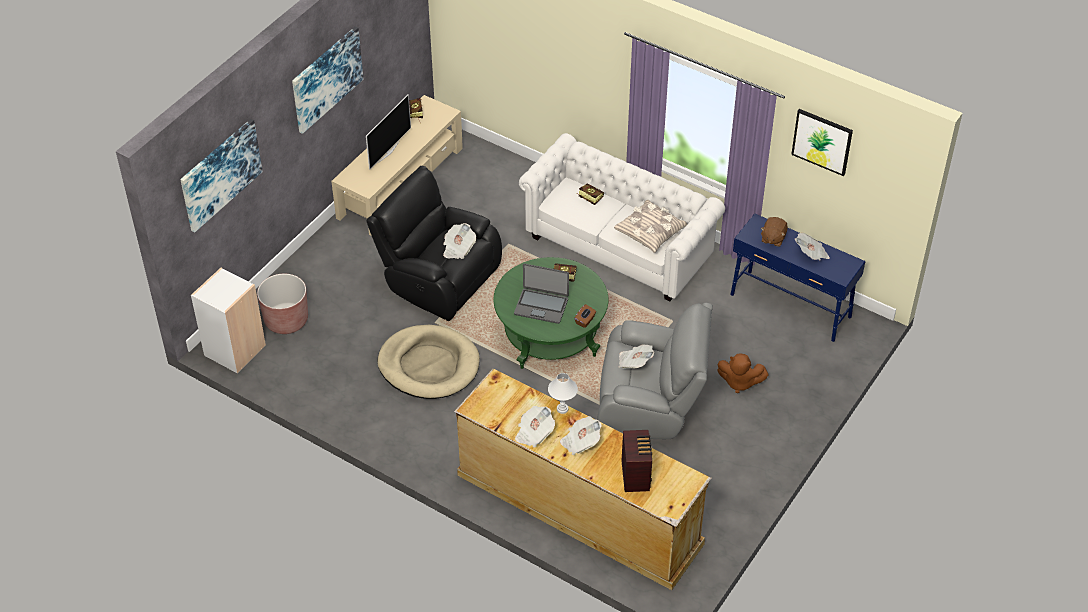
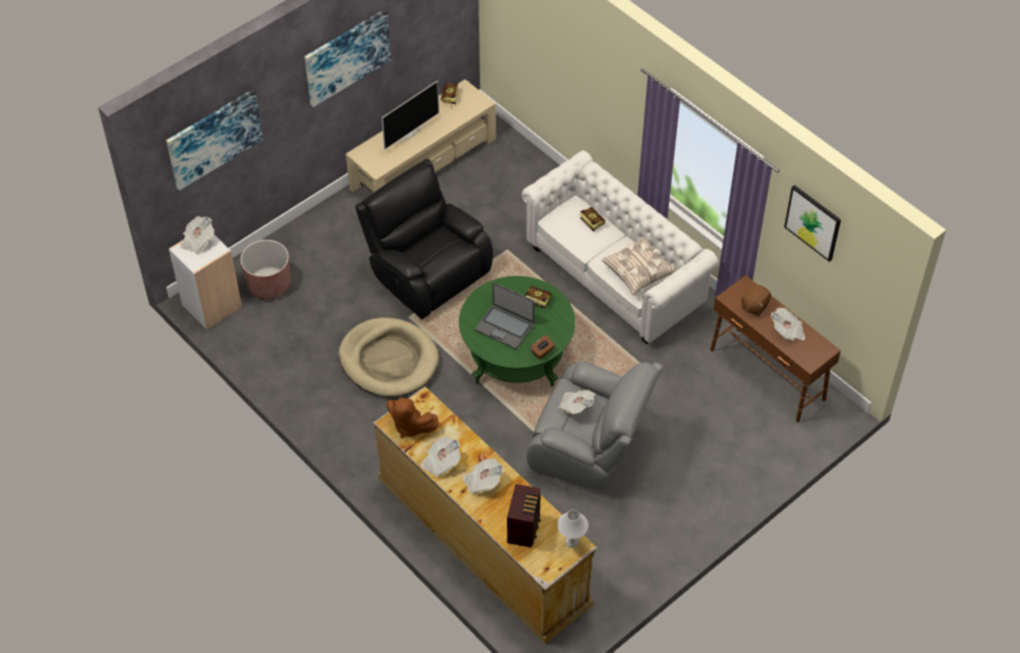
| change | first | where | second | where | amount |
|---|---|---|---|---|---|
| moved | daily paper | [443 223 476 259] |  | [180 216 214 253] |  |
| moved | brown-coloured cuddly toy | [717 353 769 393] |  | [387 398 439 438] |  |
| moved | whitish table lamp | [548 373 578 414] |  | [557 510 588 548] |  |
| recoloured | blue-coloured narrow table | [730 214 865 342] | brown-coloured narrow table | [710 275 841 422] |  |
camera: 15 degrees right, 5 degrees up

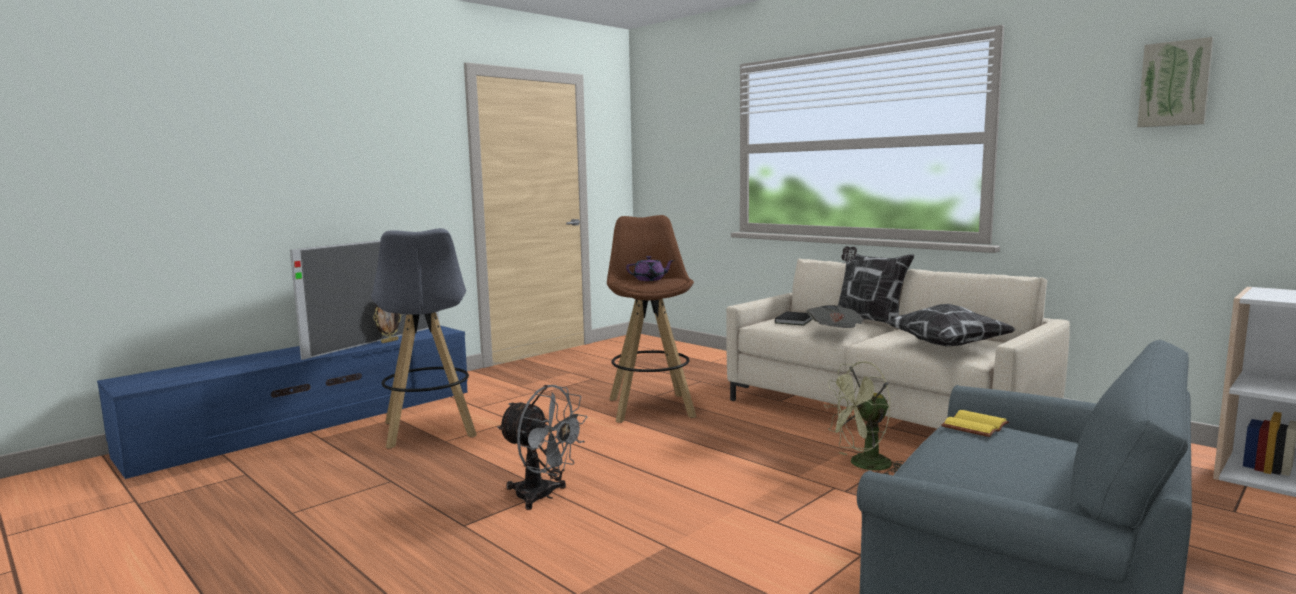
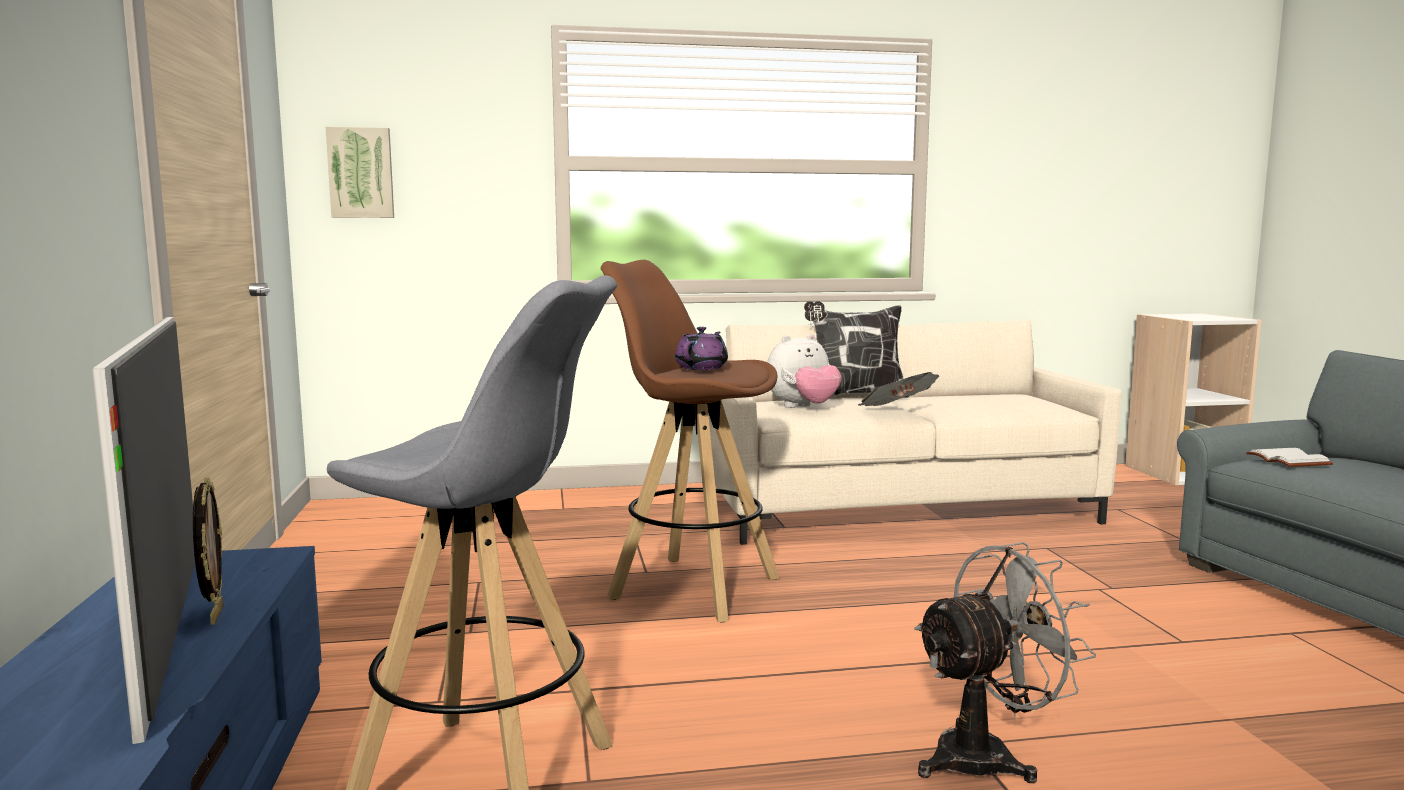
| change | first | where | second | where | amount |
|---|---|---|---|---|---|
| moved | picture | [1137 37 1214 127] |  | [326 127 394 218] |  |
| replaced | black-coloured volume | [775 311 813 326] | cuddly toy | [767 334 842 408] |  |
| recoloured | yellowish volume | [941 410 1009 437] | whitish volume | [1246 448 1334 467] |  |
| removed | green cooling fan | [824 361 904 475] |  |  |  |
| removed | cushion | [885 304 1016 346] |  |  |  |
camera: 55 degrees left, 0 degrees up

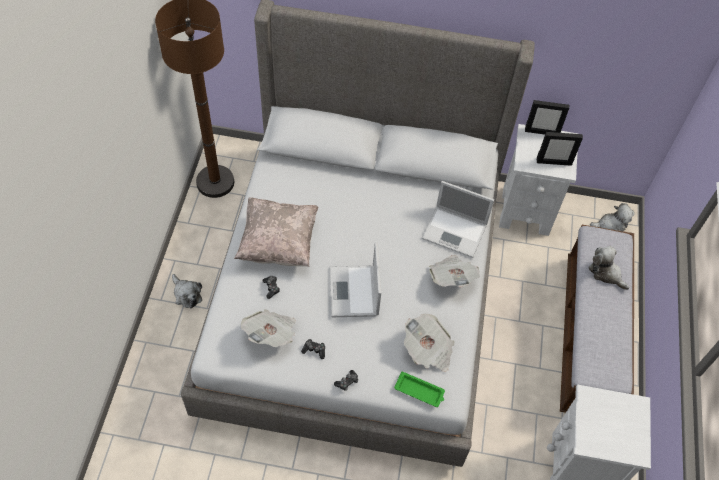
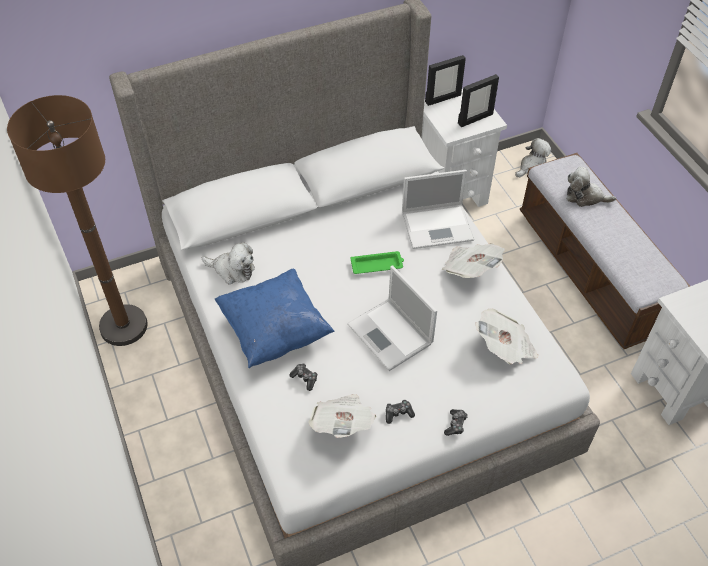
| change | first | where | second | where | amount |
|---|---|---|---|---|---|
| moved | cuddly toy | [172 274 202 308] |  | [202 242 255 285] |  |
| recoloured | sand-coloured cushion | [234 197 318 267] | blue-coloured cushion | [215 269 335 368] |  |
| moved | green carrying tray | [394 371 445 407] |  | [350 251 404 274] |  |
camera: 30 degrees left, 5 degrees down

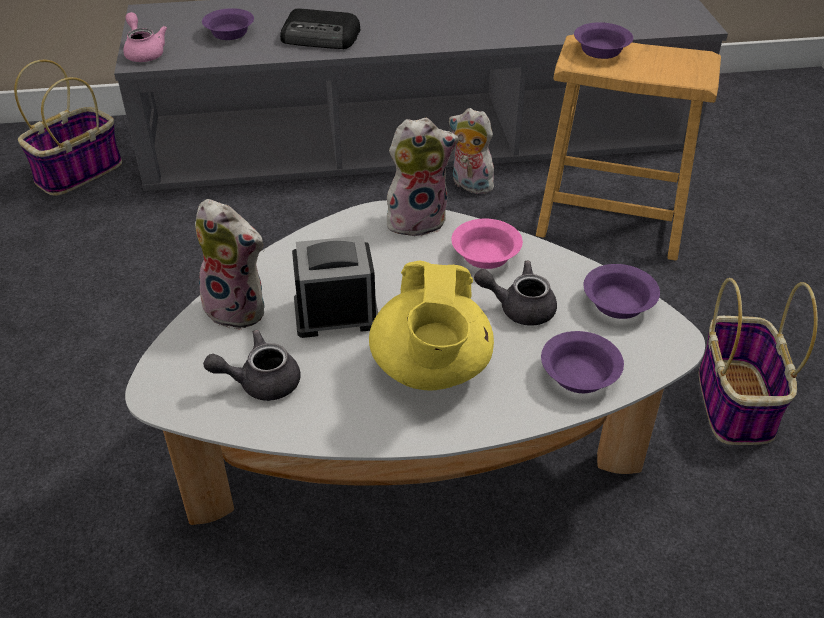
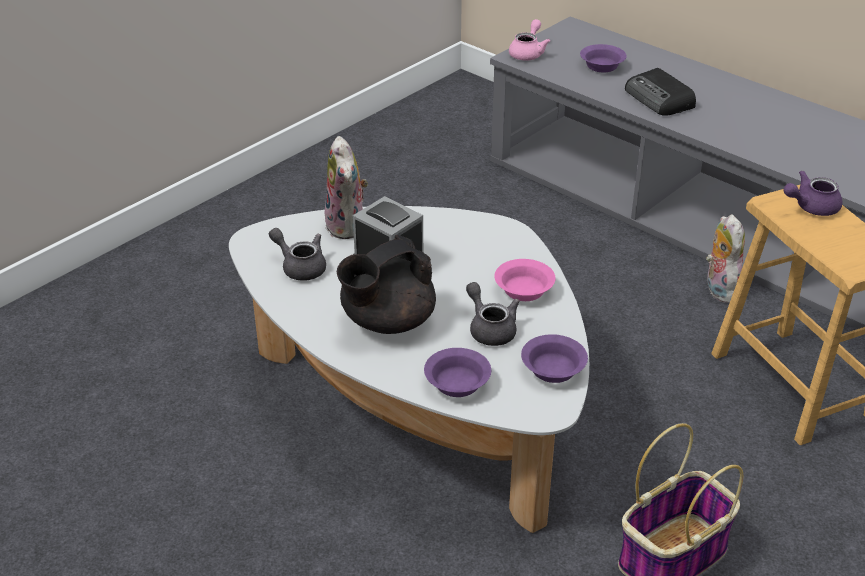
| change | first | where | second | where | amount |
|---|---|---|---|---|---|
| recoloured | yellowish teapot | [369 260 494 391] | black-coloured teapot | [337 235 436 334] |  |
| replaced | purple-coloured deep dish | [574 22 633 59] | purple-coloured teapot | [783 171 842 216] |  |
| removed | household basket | [14 60 122 196] |  |  |  |
| removed | cuddly toy | [386 118 459 236] |  |  |  |
camera: 50 degrees right, 5 degrees down

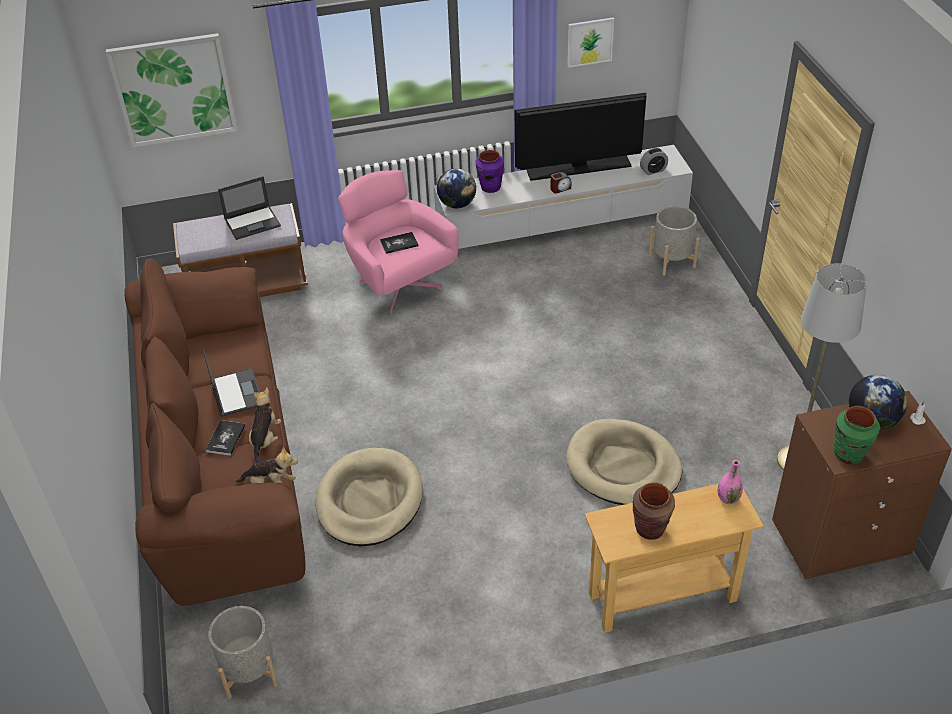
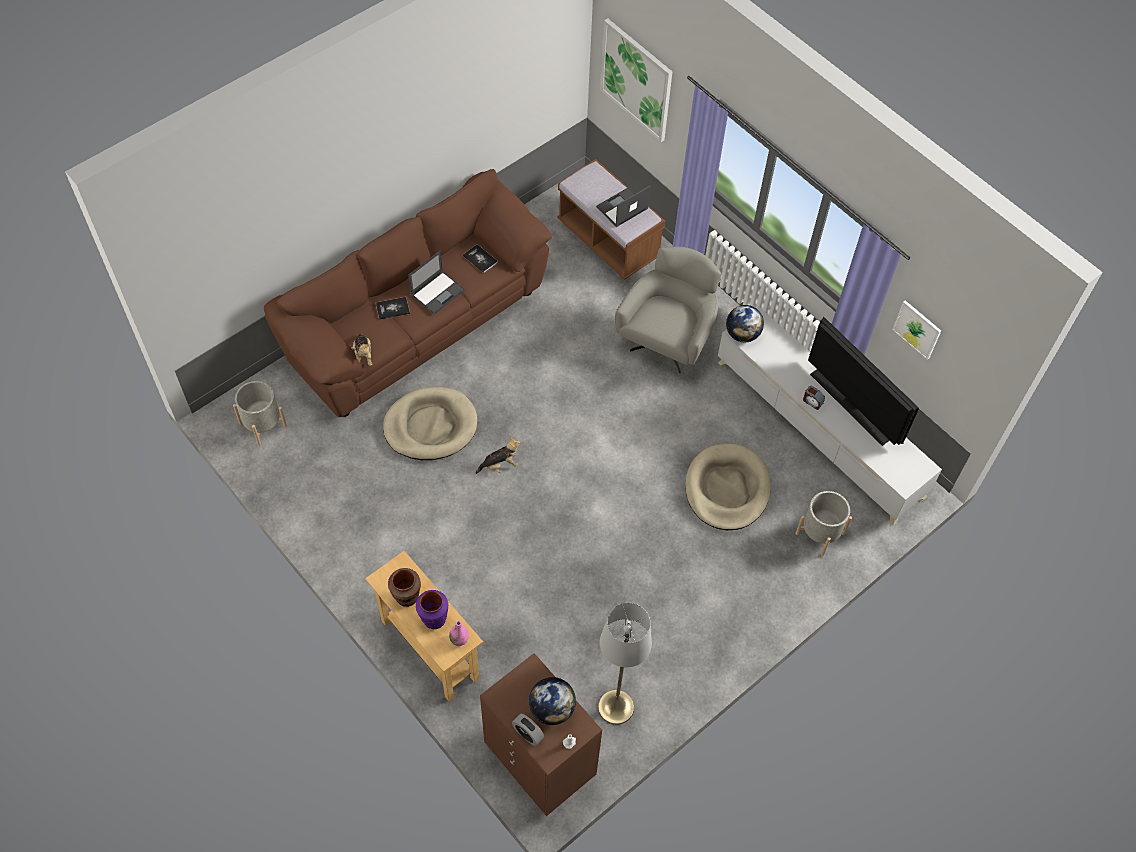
| change | first | where | second | where | amount |
|---|---|---|---|---|---|
| moved | purple-coloured decorative vase | [475 150 504 193] |  | [416 590 449 629] |  |
| moved | volume | [380 232 419 254] |  | [463 244 498 273] |  |
| moved | cuddly toy | [249 388 281 463] |  | [475 437 520 474] |  |
| moved | table clock | [640 148 668 175] |  | [512 714 544 746] |  |
| turned | portable computer | [218 176 281 240] |  | [596 186 650 227] | 105 degrees clockwise |
| recoloured | pink lounge chair | [338 170 459 313] | greyish lounge chair | [615 247 721 373] |  |
| moved | sand-coloured dog bed | [566 419 683 505] |  | [685 443 771 530] |  |
| removed | green decorative vase | [834 406 880 464] |  |  |  |
camera: 60 degrees right, 15 degrees up

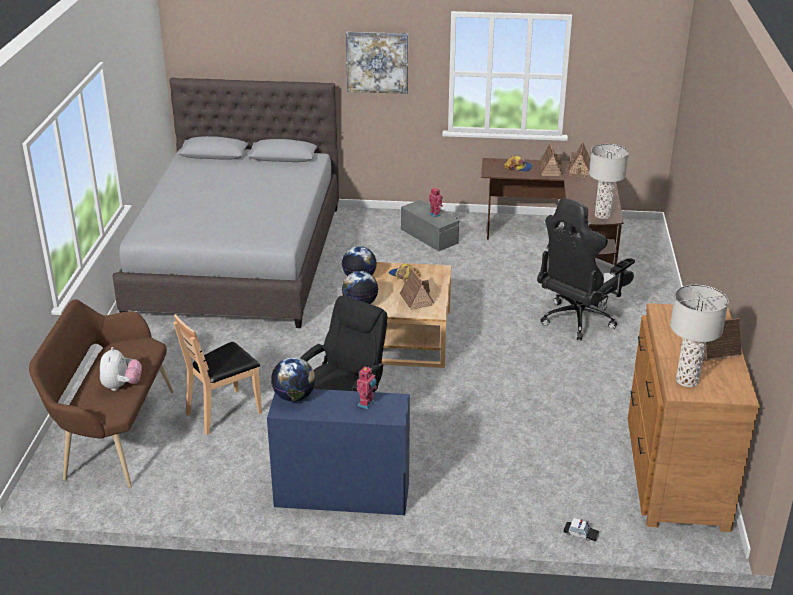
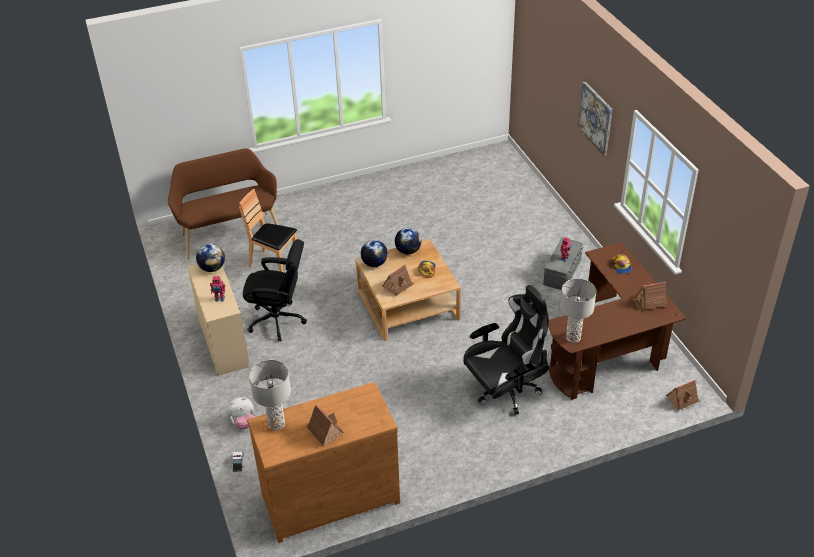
| change | first | where | second | where | amount |
|---|---|---|---|---|---|
| recoloured | blue-coloured desk table | [267 389 410 515] | sand-coloured desk table | [187 264 249 376] |  |
| moved | cuddly toy | [100 347 142 391] |  | [226 397 255 429] |  |
| turned | black-coloured computer chair | [537 198 635 340] |  | [463 285 549 415] | 135 degrees clockwise |
| moved | toy house | [538 143 563 176] |  | [666 380 701 411] |  |
| removed | greyish bedroom bed | [113 78 339 328] |  |  |  |
camera: 65 degrees right, 10 degrees up

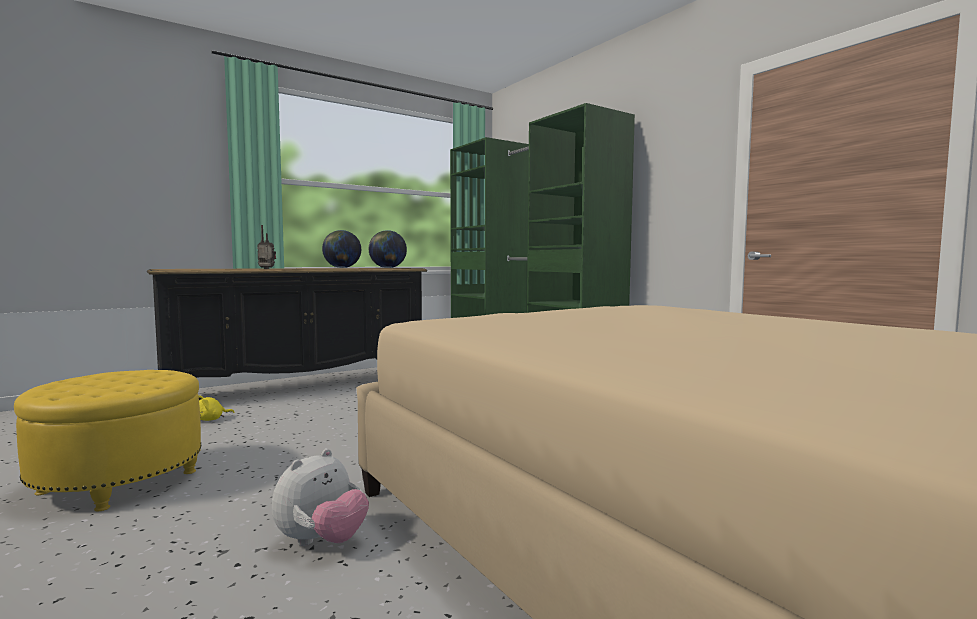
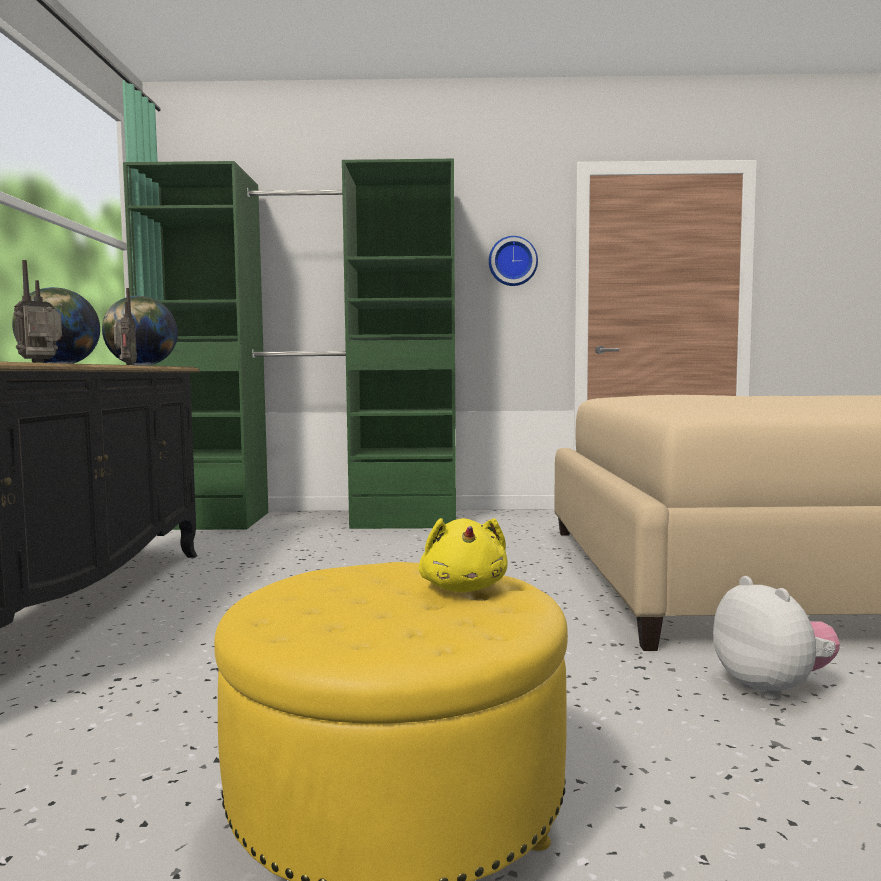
| change | first | where | second | where | amount |
|---|---|---|---|---|---|
| added |  |  | radio | [113 288 137 365] |  |
| moved | yellowish cuddly toy | [198 395 234 421] |  | [419 518 507 592] |  |
| added |  |  | wall clock | [489 236 538 286] |  |
camera: 55 degrees left, 0 degrees up

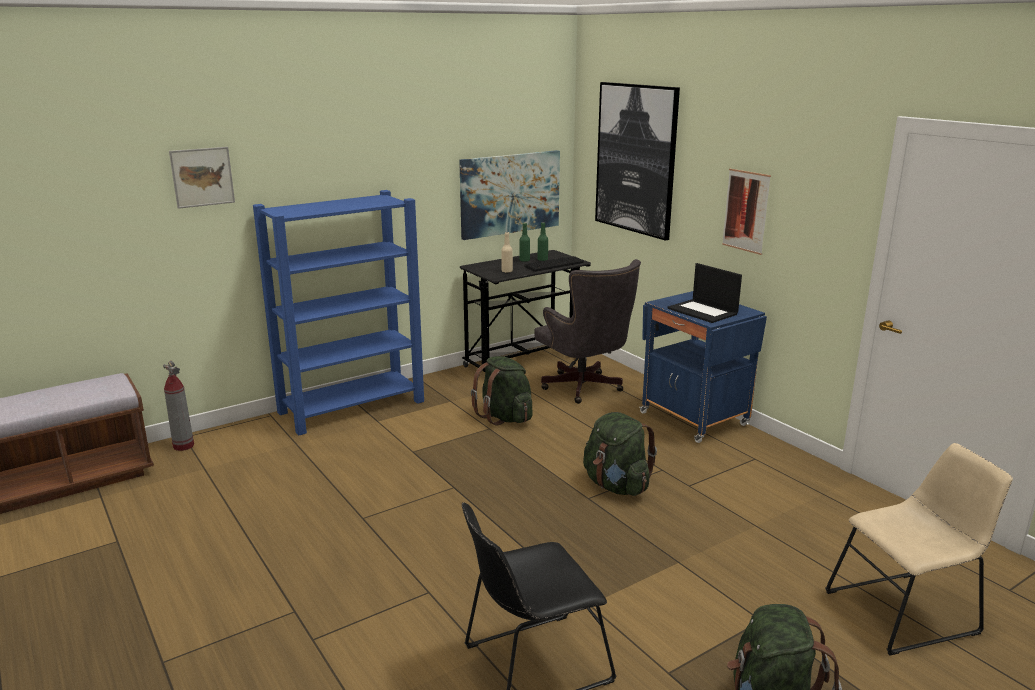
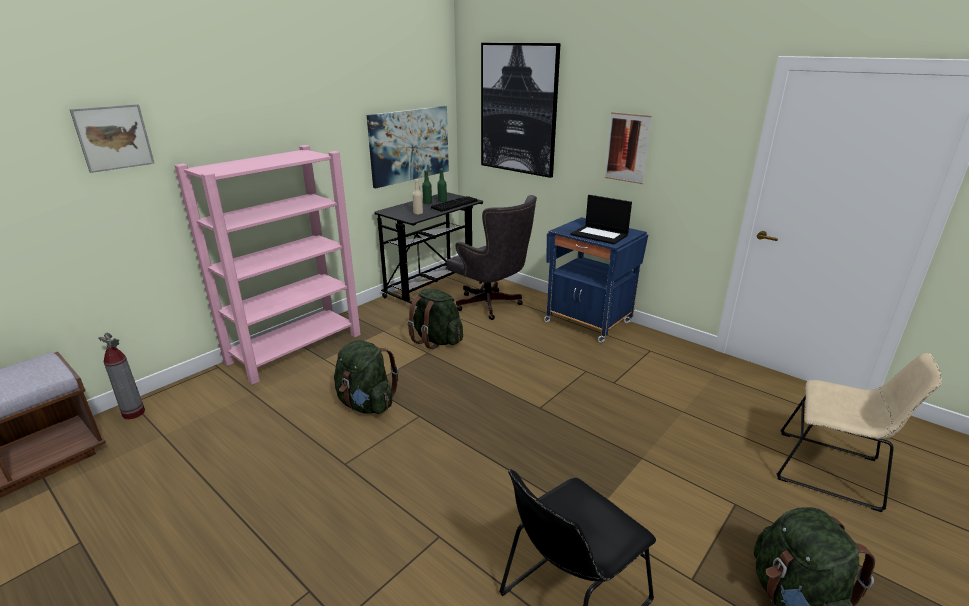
| change | first | where | second | where | amount |
|---|---|---|---|---|---|
| recoloured | blue-coloured bookcase | [253 190 424 435] | pink bookcase | [175 145 361 384] |  |
| moved | green backpack | [583 412 657 496] |  | [334 340 399 414] |  |
| turned | sand-coloured plain chair | [825 443 1013 656] |  | [777 353 942 512] | 60 degrees clockwise |
camera: 15 degrees left, 5 degrees up

